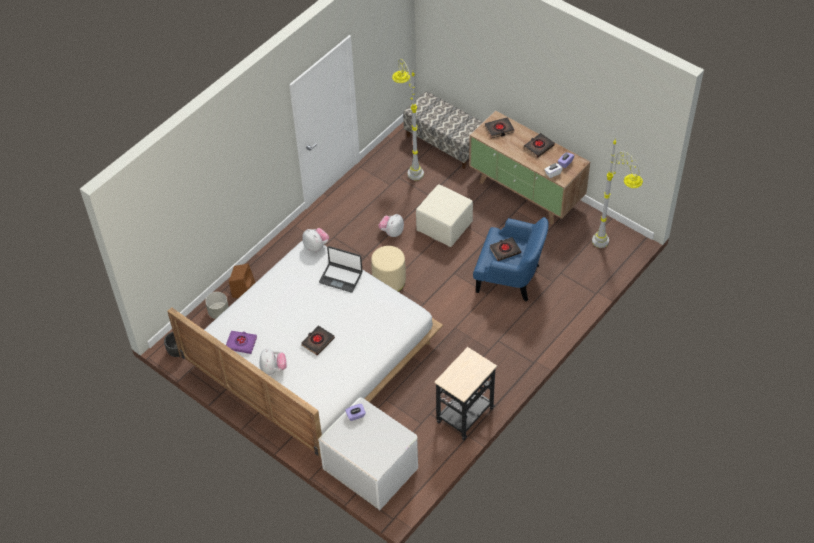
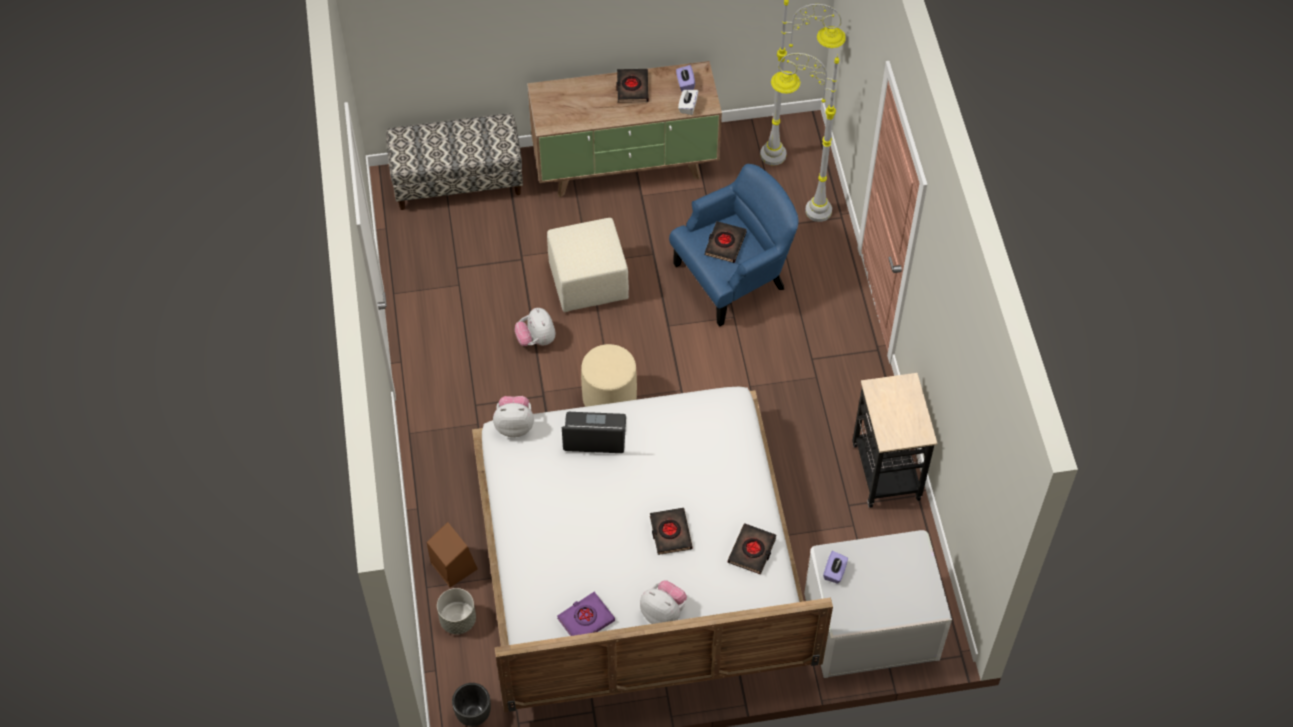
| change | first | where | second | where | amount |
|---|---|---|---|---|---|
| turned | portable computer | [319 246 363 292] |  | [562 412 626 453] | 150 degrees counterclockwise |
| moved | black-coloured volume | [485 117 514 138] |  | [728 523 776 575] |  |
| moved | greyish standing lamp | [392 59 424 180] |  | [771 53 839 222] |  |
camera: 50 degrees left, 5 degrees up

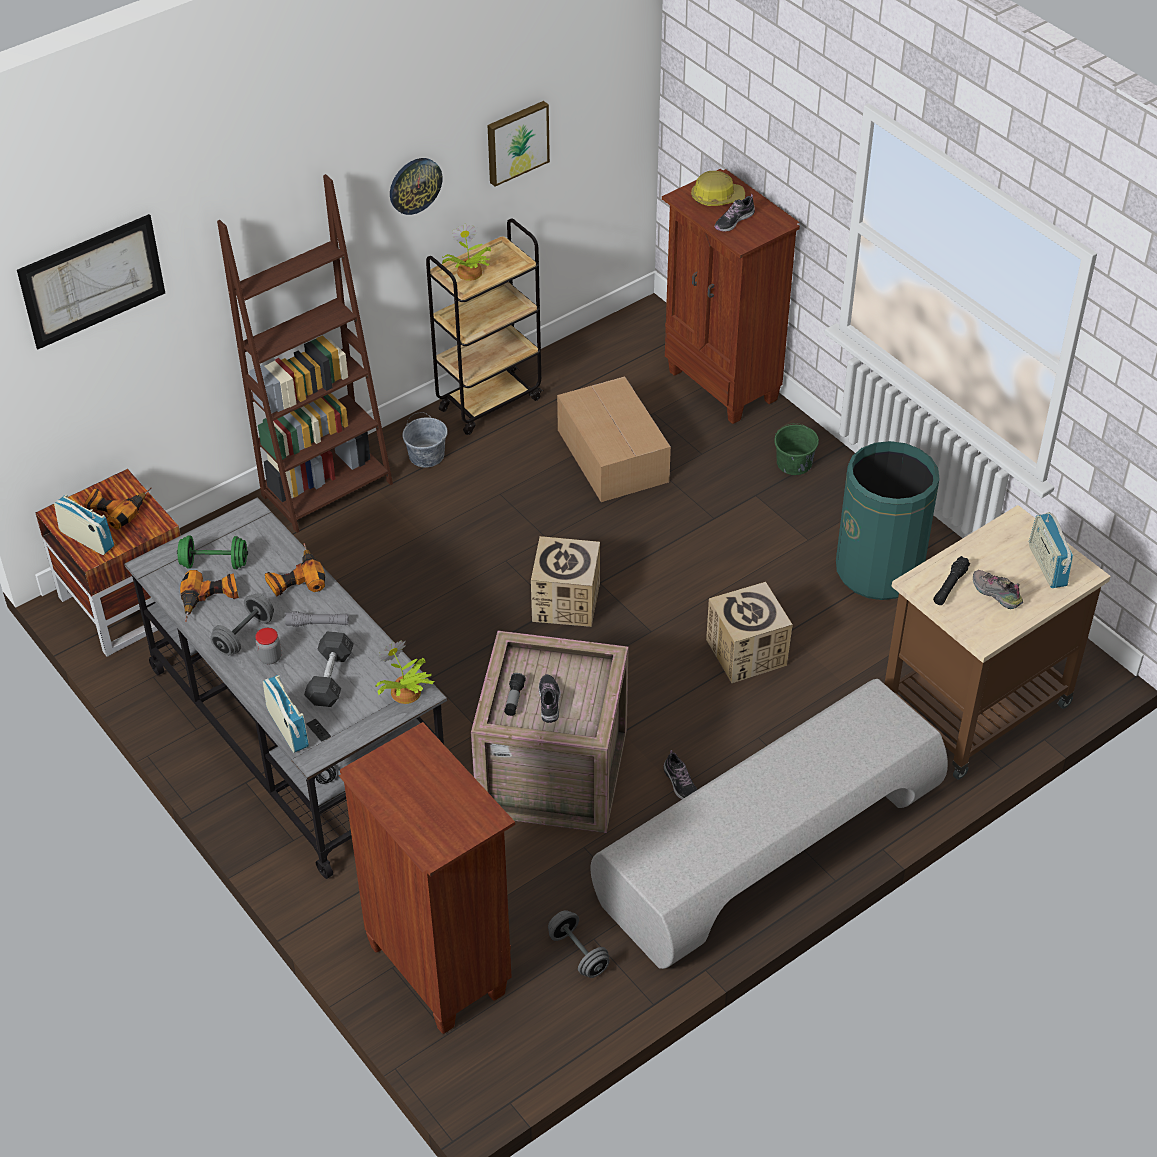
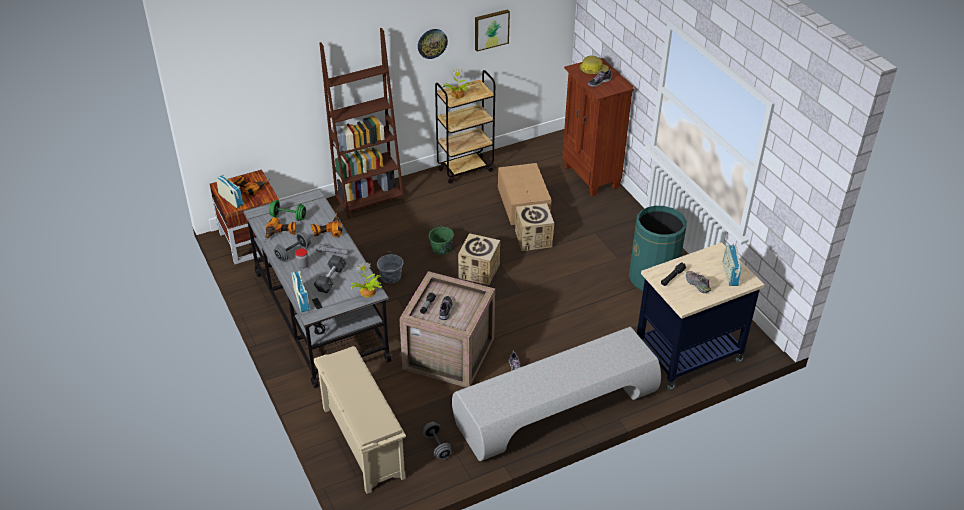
| change | first | where | second | where | amount |
|---|---|---|---|---|---|
| replaced | brown-coloured cabinet | [339 722 515 1034] | sand-coloured shoe stand | [314 346 406 494] |  |
| moved | greyish bucket | [402 413 448 468] |  | [377 251 403 283] |  |
| moved | green bucket | [774 423 819 475] |  | [429 225 454 255] |  |
| moved | carton | [706 582 793 683] |  | [515 203 554 251] |  |
| recoloured | brown-coloured trolley | [885 505 1111 780] | blue-coloured trolley | [637 242 765 390] |  |
| removed | picture | [17 214 165 349] |  |  |  |
camera: 10 degrees right, 5 degrees down

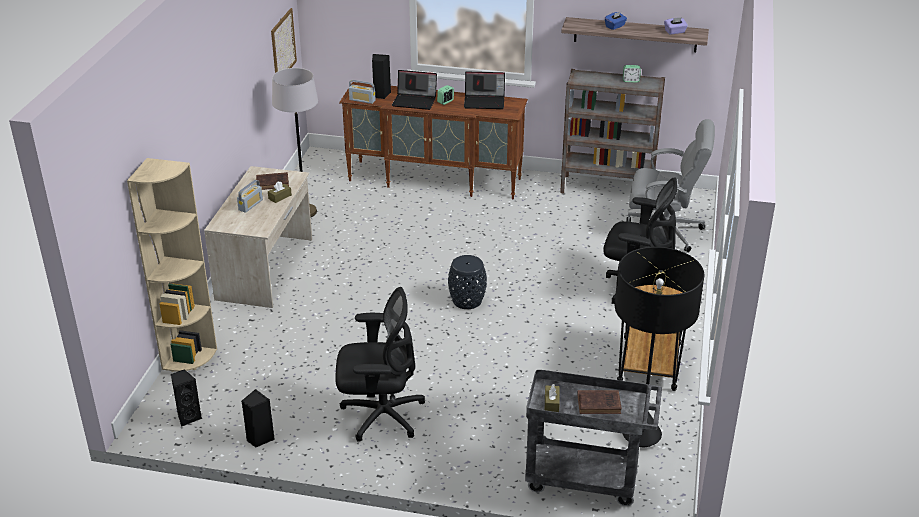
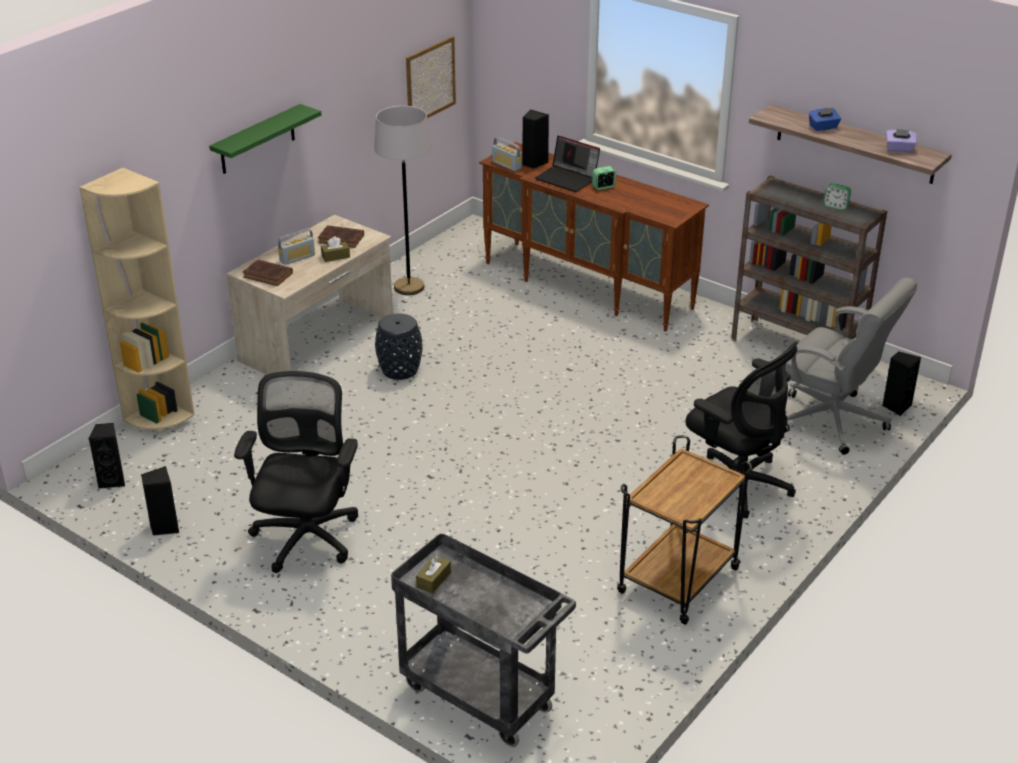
| change | first | where | second | where | amount |
|---|---|---|---|---|---|
| added |  |  | green shelf | [209 104 321 174] |  |
| turned | black-coloured computer chair | [335 287 425 442] |  | [234 371 358 573] | 105 degrees counterclockwise |
| moved | brown-coloured volume | [577 390 622 414] |  | [243 259 293 286] |  |
| moved | black-coloured stool | [448 255 487 309] |  | [375 313 423 380] |  |
| added |  |  | black-coloured speaker | [882 351 921 416] |  |
| removed | portable computer | [464 71 505 109] |  |  |  |
| removed | black-coloured standing lamp | [615 247 704 447] |  |  |  |
camera: 25 degrees right, 0 degrees up

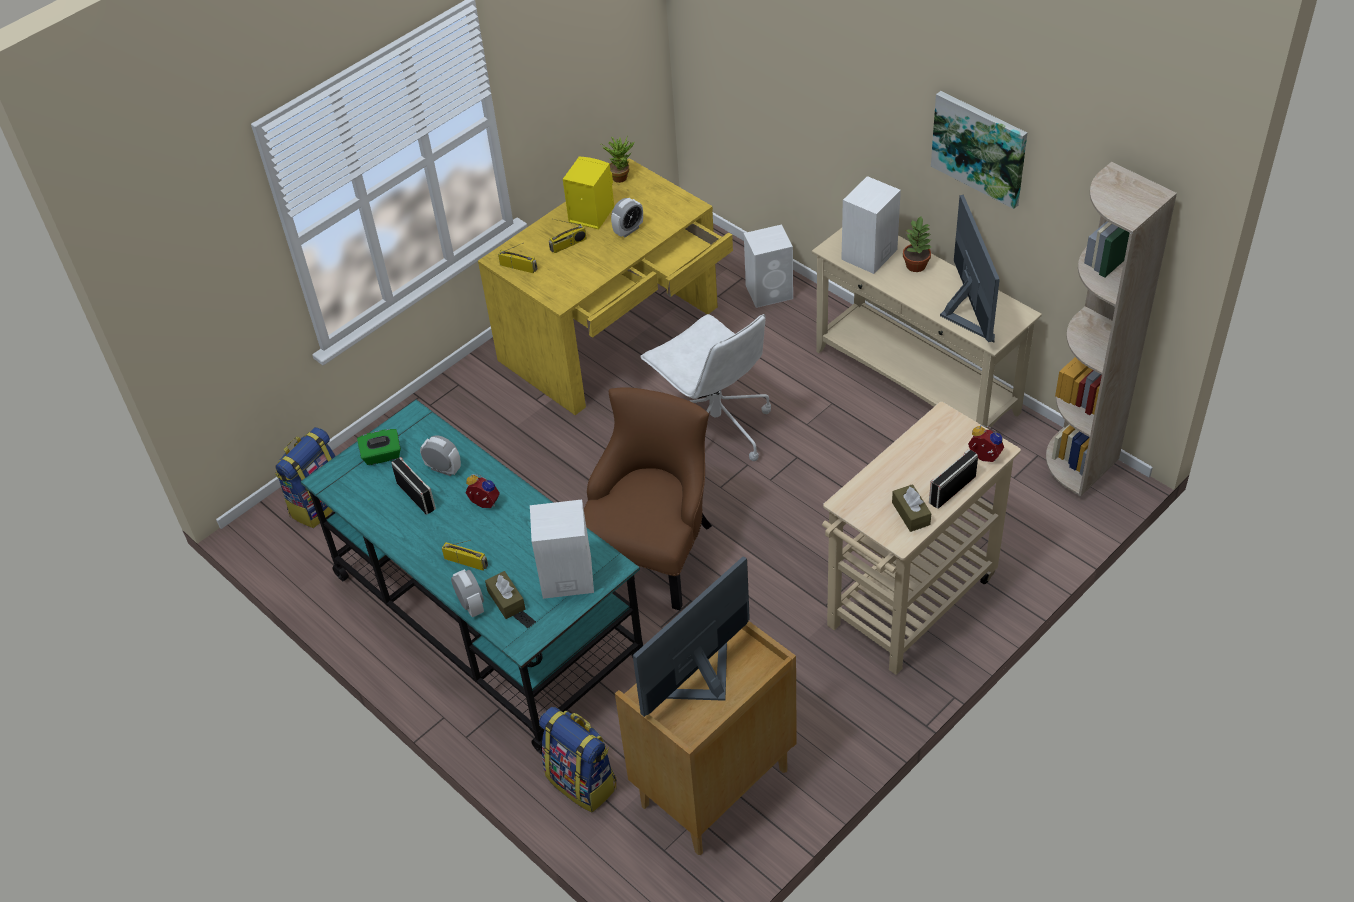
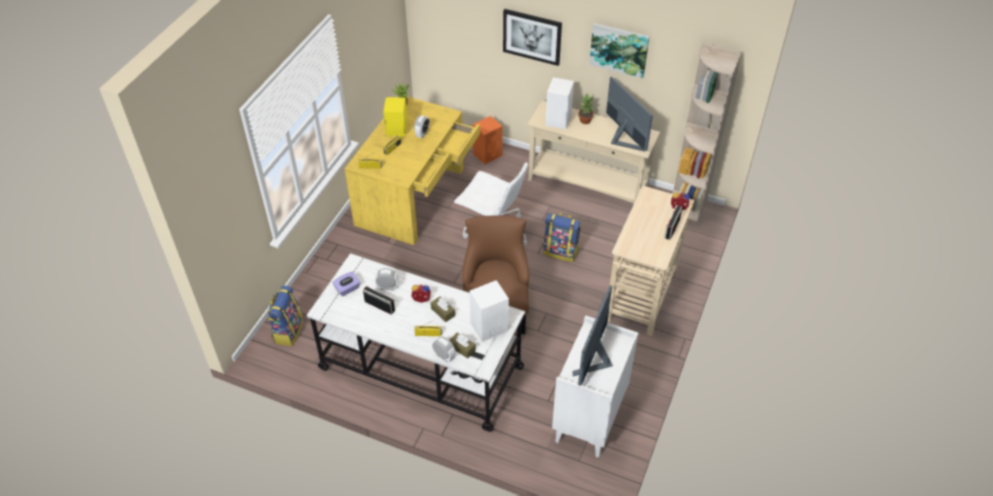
| change | first | where | second | where | amount |
|---|---|---|---|---|---|
| recoloured | turquoise-coloured desk table | [300 399 643 755] | whitish desk table | [306 253 525 432] |  |
| recoloured | green tissue holder | [357 429 401 465] | purple-coloured tissue holder | [332 272 360 296] |  |
| moved | brown-coloured tissue holder | [892 484 931 532] |  | [431 296 455 322] |  |
| recoloured | whitish speaker | [744 224 793 308] | orange speaker | [472 116 503 165] |  |
| added |  |  | picture | [503 9 562 66] |  |
| moved | backpack | [539 707 617 812] |  | [543 213 581 262] |  |
| recoloured | brown-coloured cabinet | [615 621 797 855] | whitish cabinet | [552 315 638 458] |  |
camera: 25 degrees left, 0 degrees up

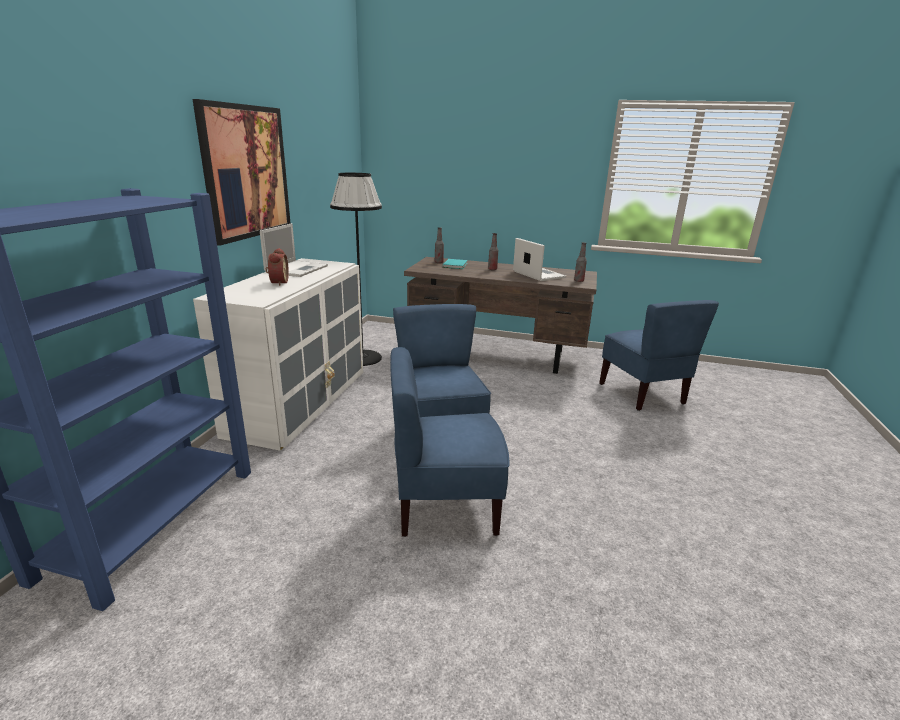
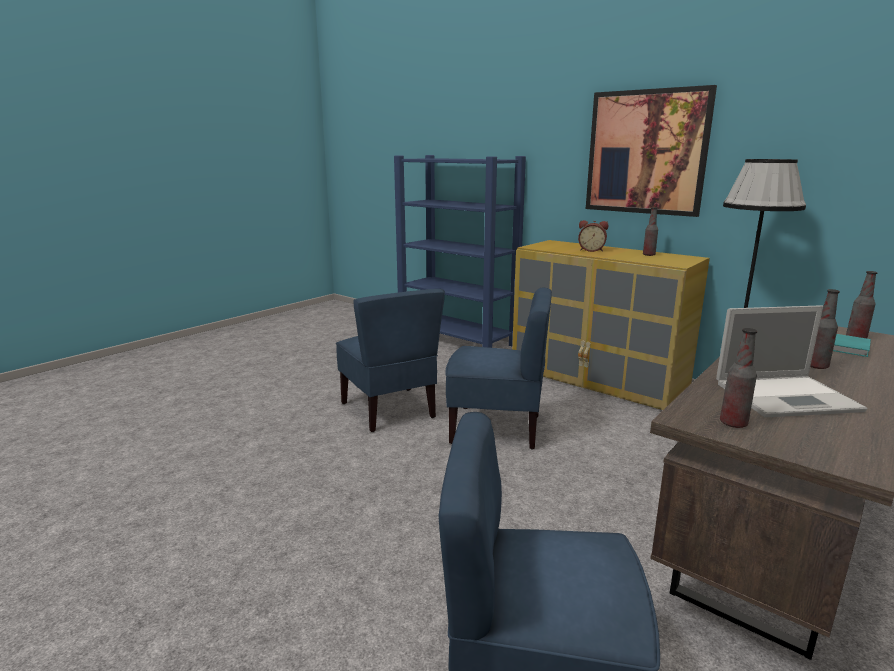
| change | first | where | second | where | amount |
|---|---|---|---|---|---|
| turned | blue-coloured plain chair | [390 347 510 537] |  | [336 289 445 432] | 135 degrees clockwise |
| recoloured | whitish cabinet | [193 258 363 451] | yellowish cabinet | [512 240 710 410] |  |
| replaced | portable computer | [260 223 328 277] | beverage bottle | [643 207 658 256] |  |
camera: 115 degrees right, 5 degrees down

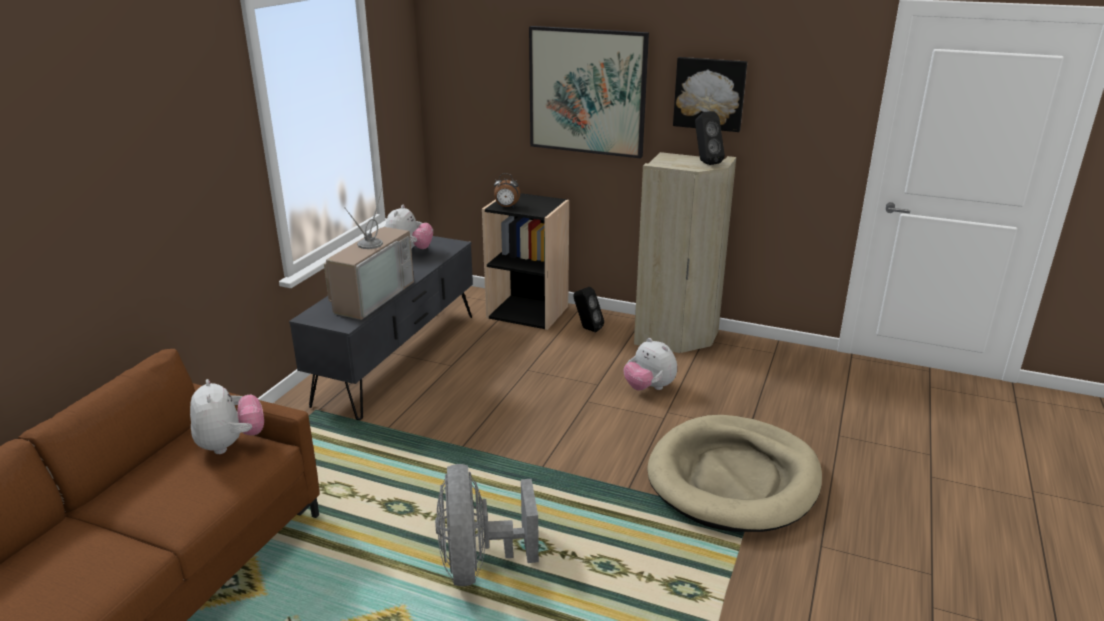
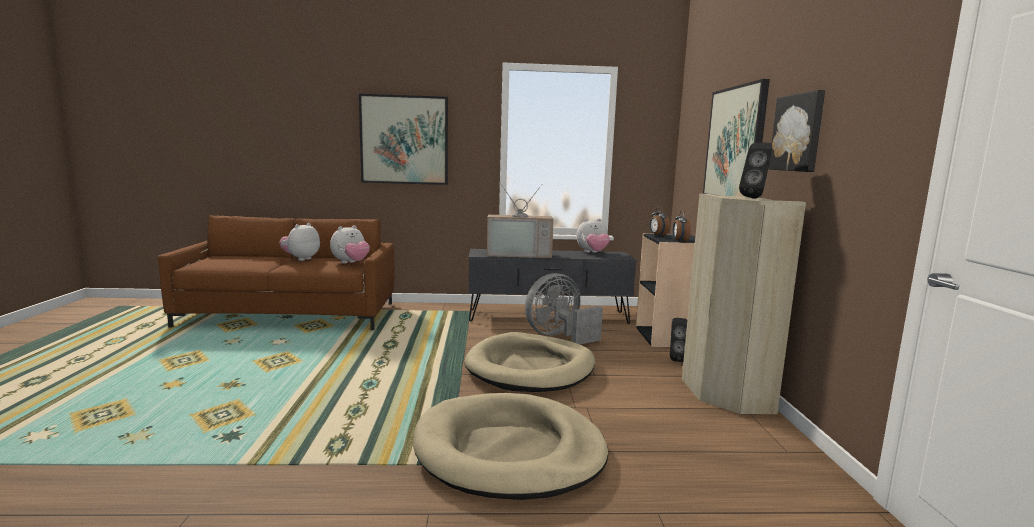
| change | first | where | second | where | amount |
|---|---|---|---|---|---|
| moved | cuddly toy | [624 338 677 391] |  | [279 223 320 261] |  |
| added |  |  | picture | [359 94 448 185] |  |
| added |  |  | sand-coloured dog bed | [464 332 595 392] |  |
| moved | greyish cooling fan | [435 464 539 586] |  | [525 273 603 344] |  |
| added |  |  | table clock | [673 210 691 241] |  |
camera: 65 degrees right, 15 degrees down

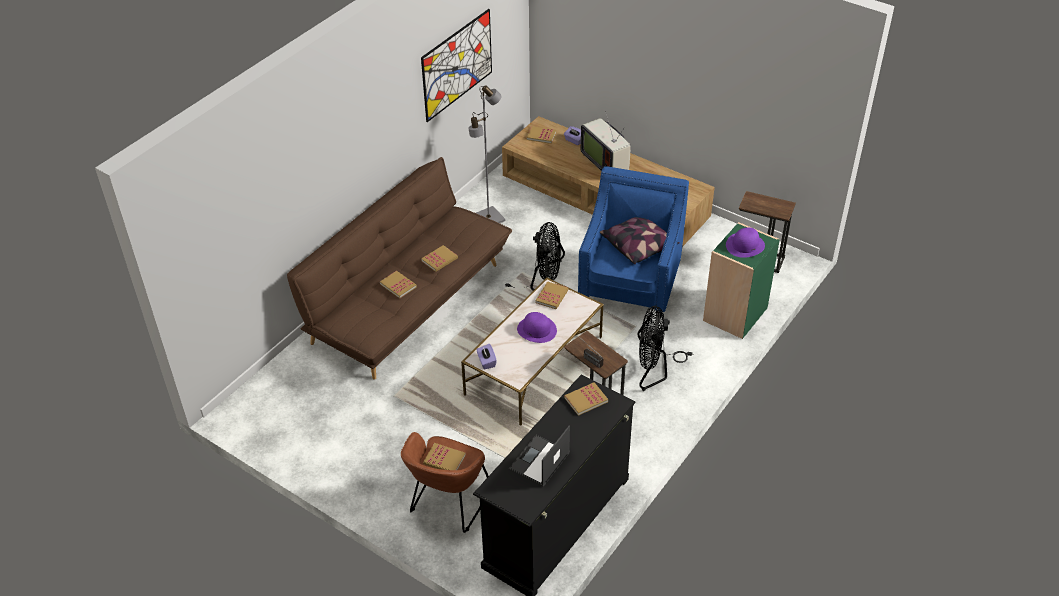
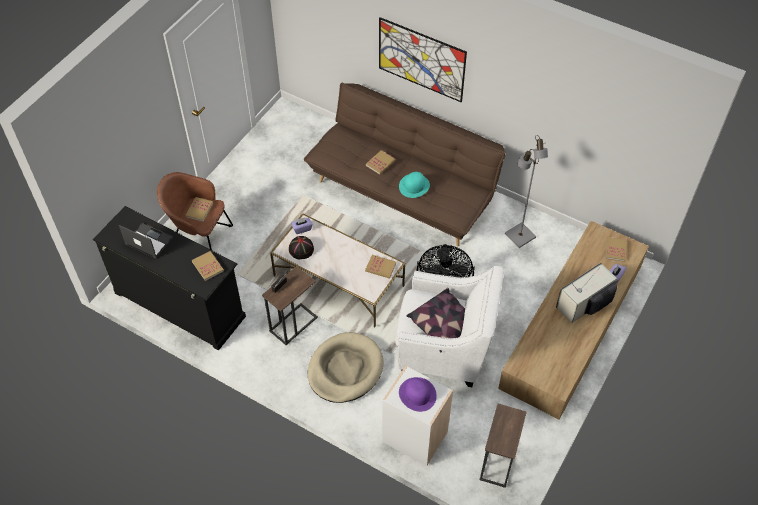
| change | first | where | second | where | amount |
|---|---|---|---|---|---|
| added |  |  | black-coloured clothing hat | [289 236 314 259] |  |
| replaced | black-coloured cooling fan | [638 306 693 391] | sand-coloured dog bed | [307 332 383 403] |  |
| moved | picture | [421 9 492 122] |  | [379 17 467 103] |  |
| recoloured | green bookcase | [703 222 780 339] | whitish bookcase | [382 366 453 466] |  |
| recoloured | blue-coloured lounge chair | [578 166 689 318] | whitish lounge chair | [395 266 504 387] |  |
| replaced | volume | [421 245 458 272] | turquoise-coloured clothing hat | [399 172 430 198] |  |
| removed | purple-coloured clothing hat | [517 312 557 343] |  |  |  |
camera: 85 degrees right, 10 degrees up

